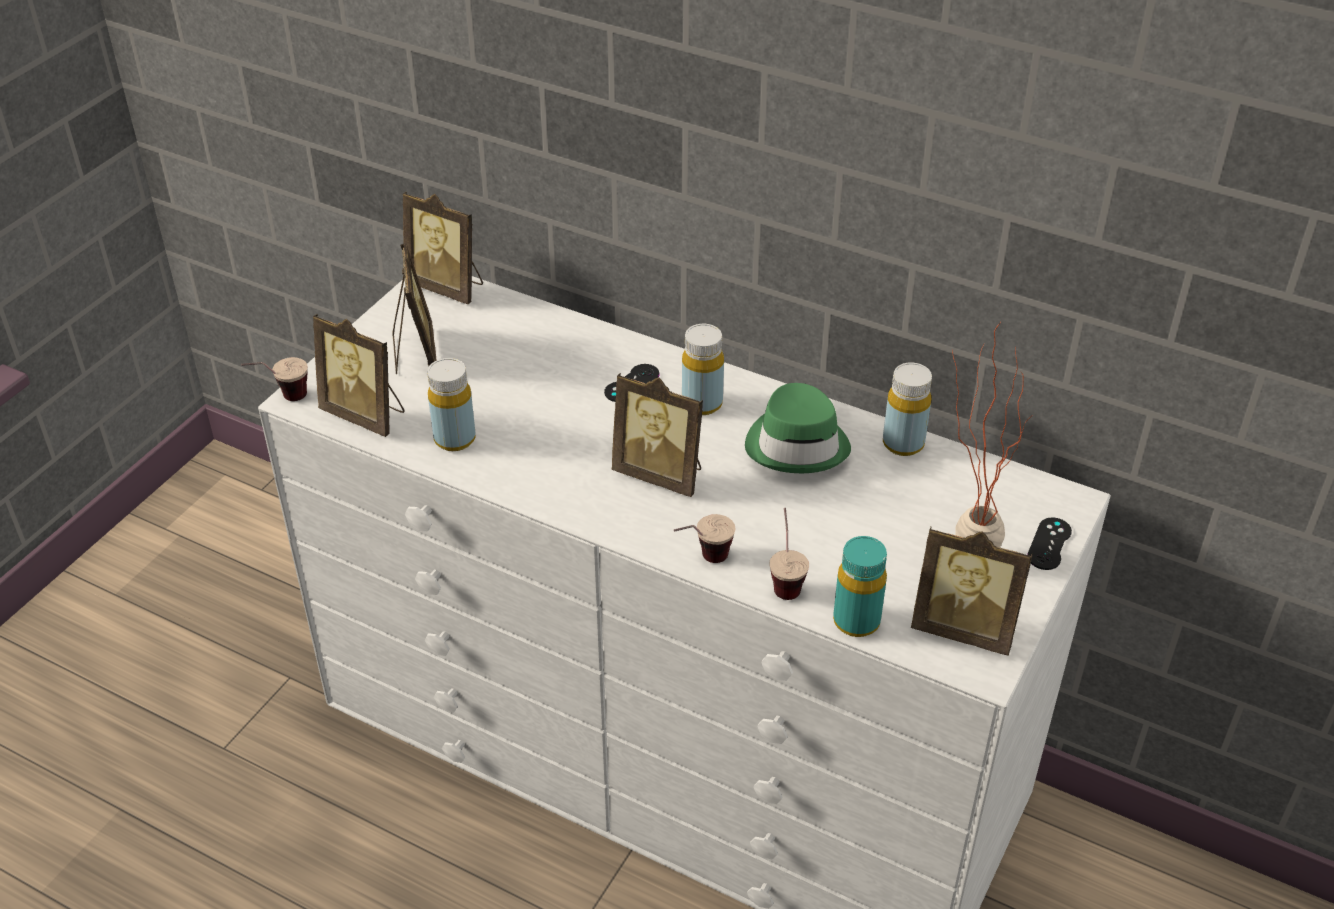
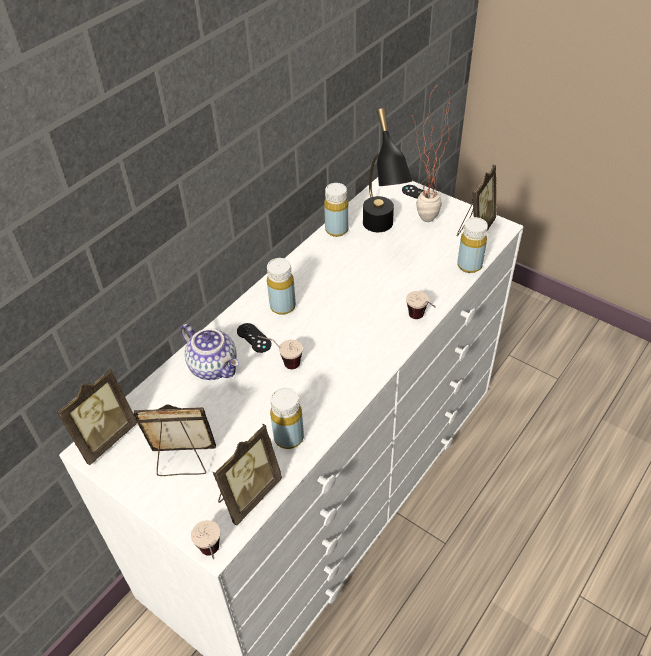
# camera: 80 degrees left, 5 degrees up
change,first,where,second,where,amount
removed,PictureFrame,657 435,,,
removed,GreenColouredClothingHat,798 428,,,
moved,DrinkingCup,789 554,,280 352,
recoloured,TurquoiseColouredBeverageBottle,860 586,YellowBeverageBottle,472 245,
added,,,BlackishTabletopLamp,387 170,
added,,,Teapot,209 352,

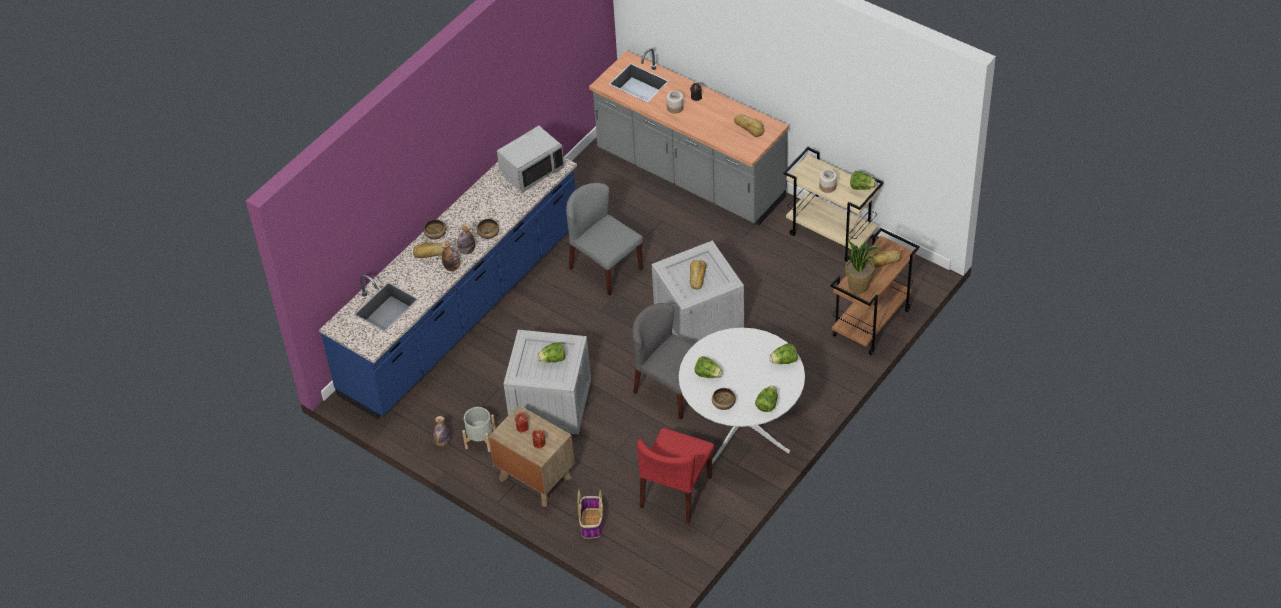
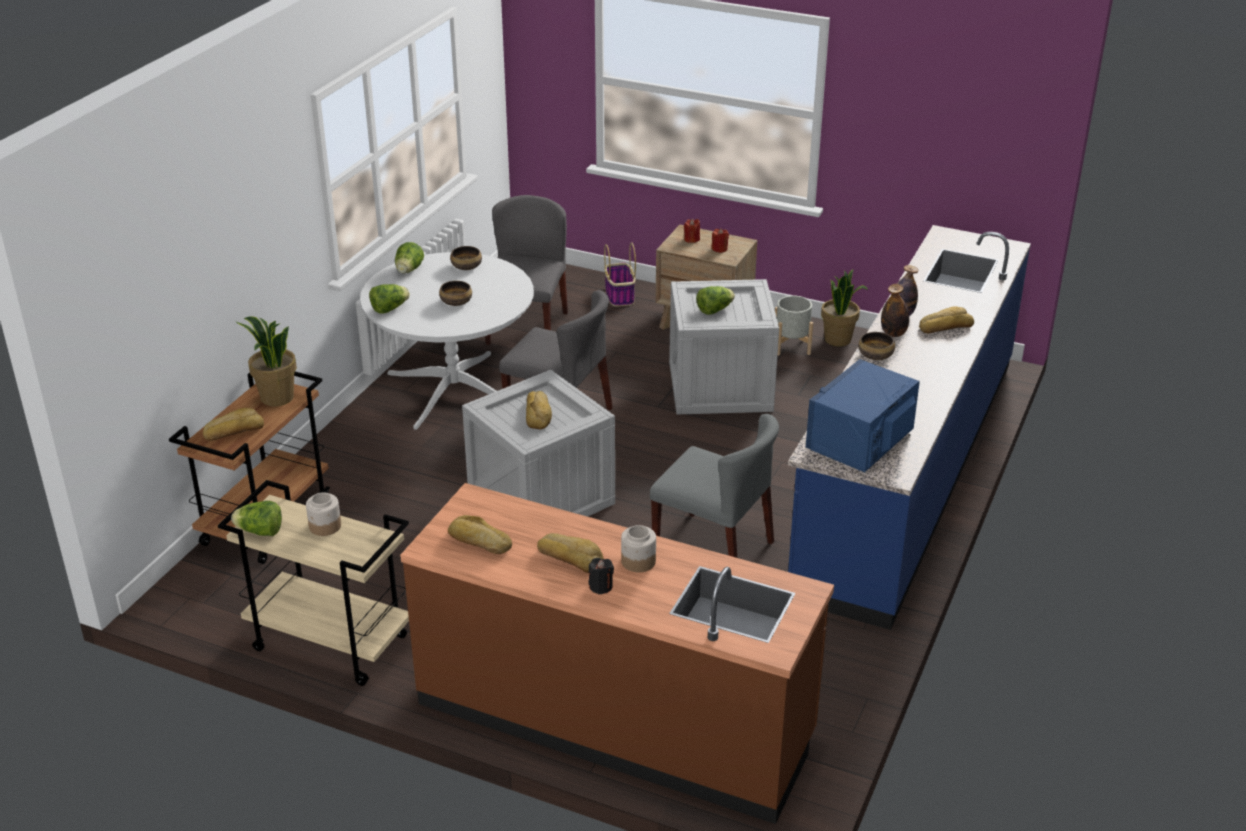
# camera: 165 degrees right, 15 degrees down
change,first,where,second,where,amount
recoloured,GreyKitchenCounter,689 136,BrownishKitchenCounter,617 653,
recoloured,GreyMicrowaveOven,530 159,BluishMicrowaveOven,862 415,
moved,Bowl,435 229,,455 293,
removed,LettuceHead,709 367,,,
replaced,BeverageBottle,441 431,PlantInAPot,844 307,
recoloured,RedPlainChair,675 476,GreyPlainChair,526 270,
added,,,BakedBread,570 553,

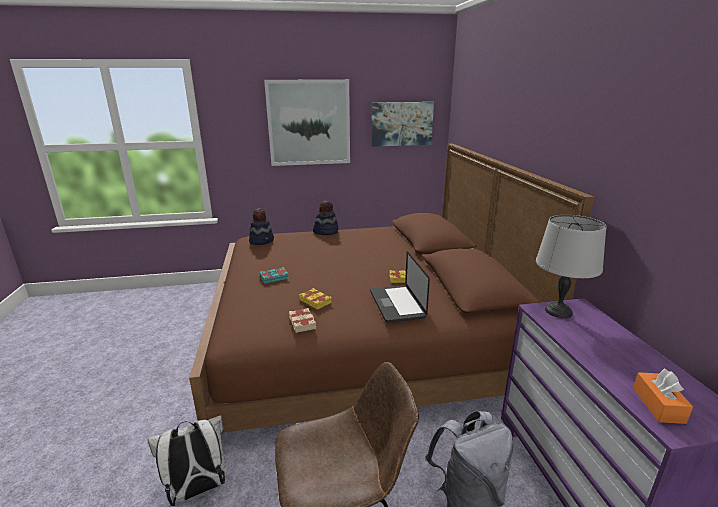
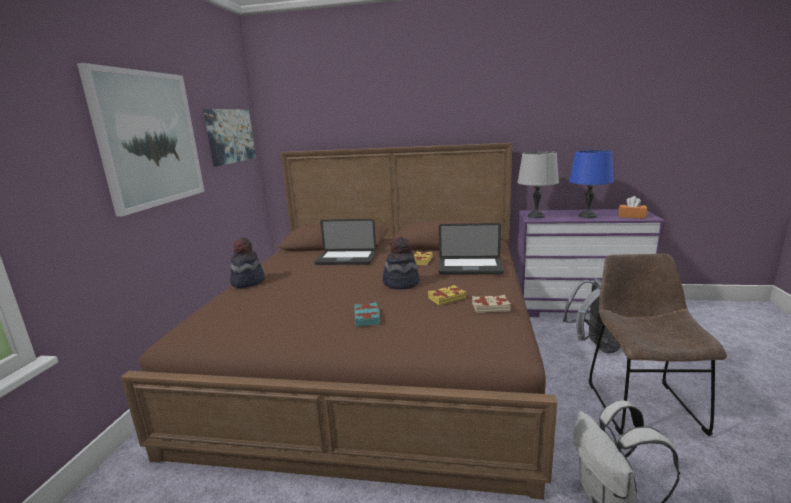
# camera: 70 degrees left, 5 degrees down
change,first,where,second,where,amount
moved,ClothingHat,261 226,,401 263,
added,,,BluishTabletopLamp,591 184,
added,,,NotebookComputer,345 242,

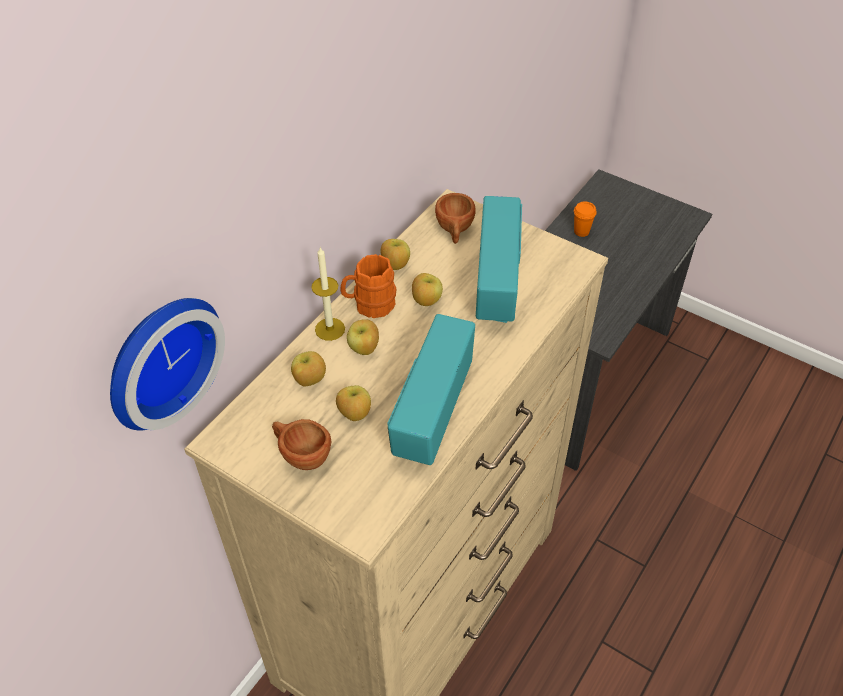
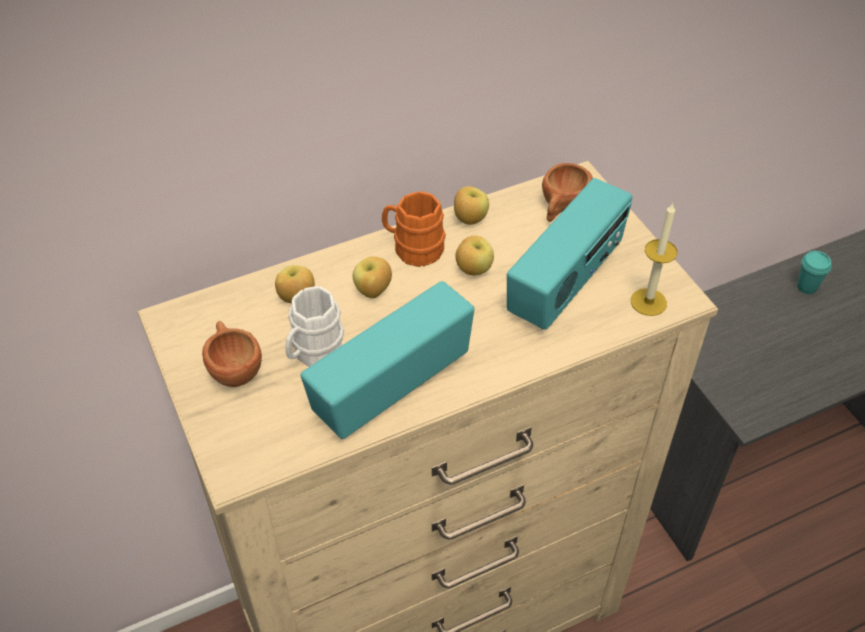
# camera: 30 degrees right, 0 degrees up
change,first,where,second,where,amount
recoloured,OrangeDrinkingCup,585 219,TurquoiseColouredDrinkingCup,814 272,
moved,Candle,328 294,,654 259,
removed,ClockOnTheWall,167 364,,,
replaced,Apple,353 403,WhiteColouredCoffeeMug,315 326,

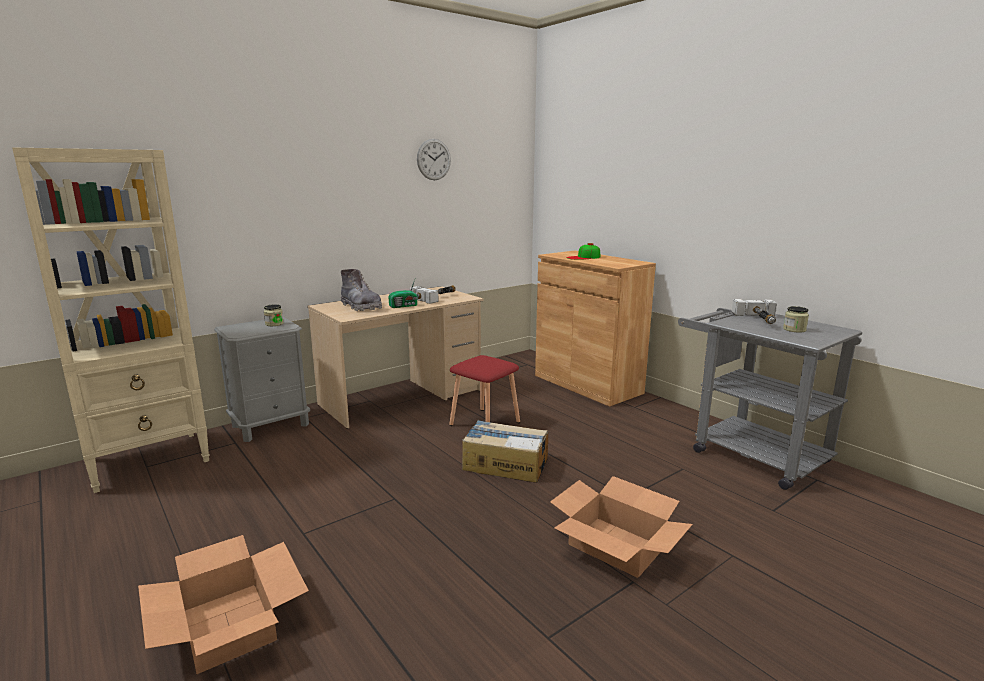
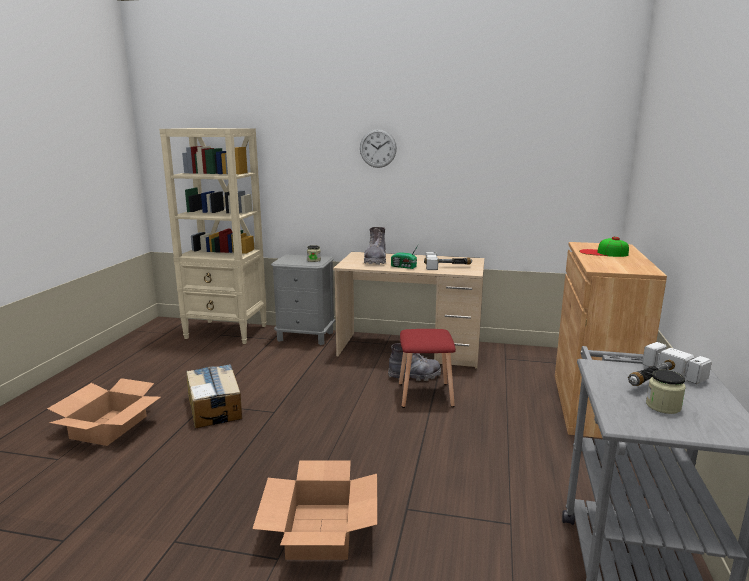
# camera: 50 degrees right, 0 degrees up
change,first,where,second,where,amount
moved,ClockOnTheWall,434 159,,378 148,
moved,CardboardBox,505 451,,214 396,
added,,,GreyBoot,414 362,

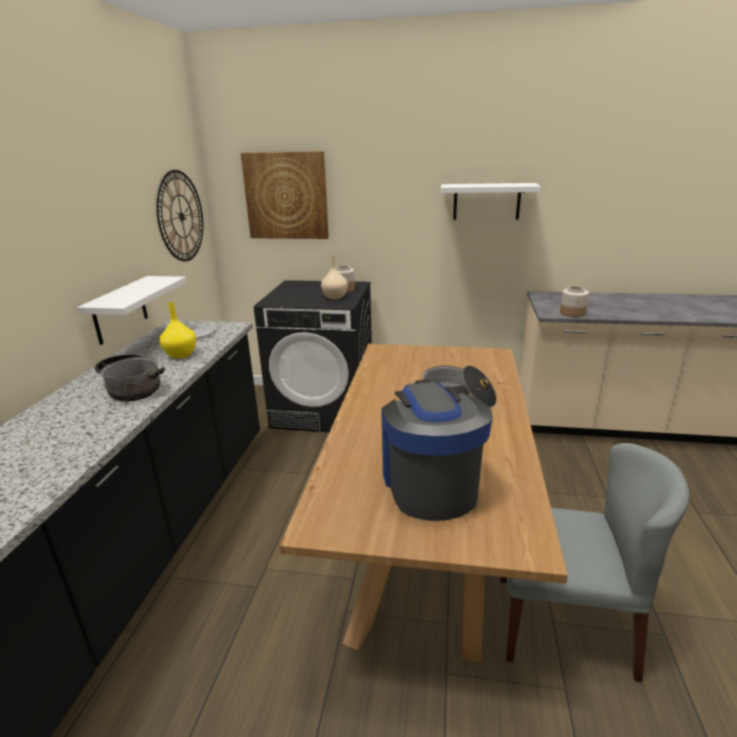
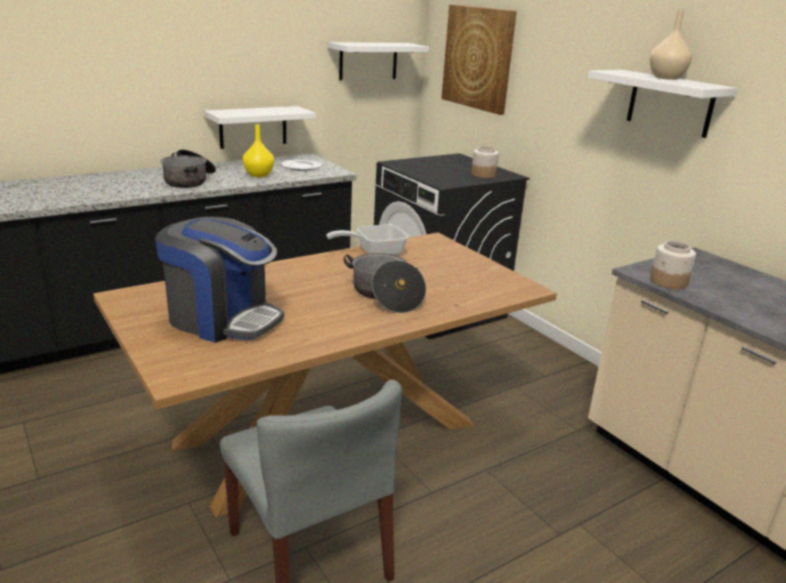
# camera: 45 degrees right, 0 degrees up
change,first,where,second,where,amount
replaced,ClockOnTheWall,179 215,WhiteColouredShelf,378 61,
moved,BeigeColouredDecorativeVase,334 277,,670 45,
turned,CoffeeMaker,437 450,,219 280,75 degrees clockwise
added,,,Pan,367 239,

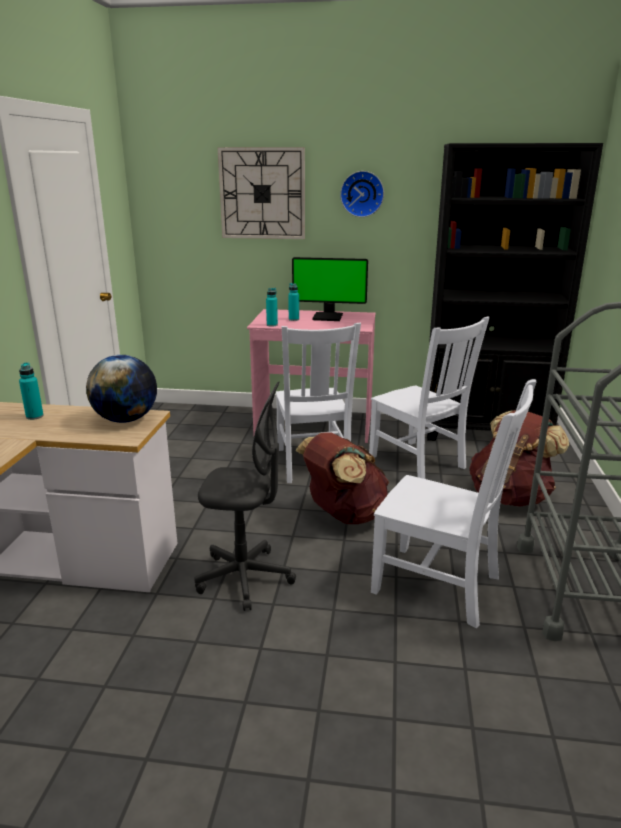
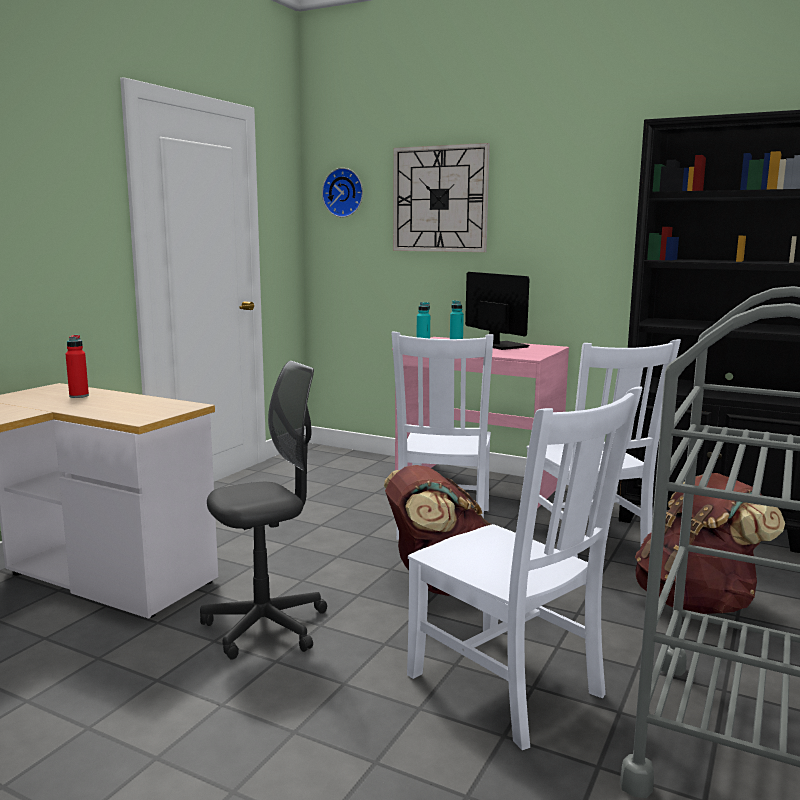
# camera: 20 degrees right, 10 degrees down
change,first,where,second,where,amount
moved,ClockOnTheWall,362 194,,342 192,
turned,ComputerDisplay,330 289,,497 311,150 degrees counterclockwise
removed,Globe,121 389,,,
recoloured,TurquoiseColouredBeverageBottle,31 391,RedBeverageBottle,77 366,
turned,GreyOfficeChair,245 496,,263 510,60 degrees counterclockwise

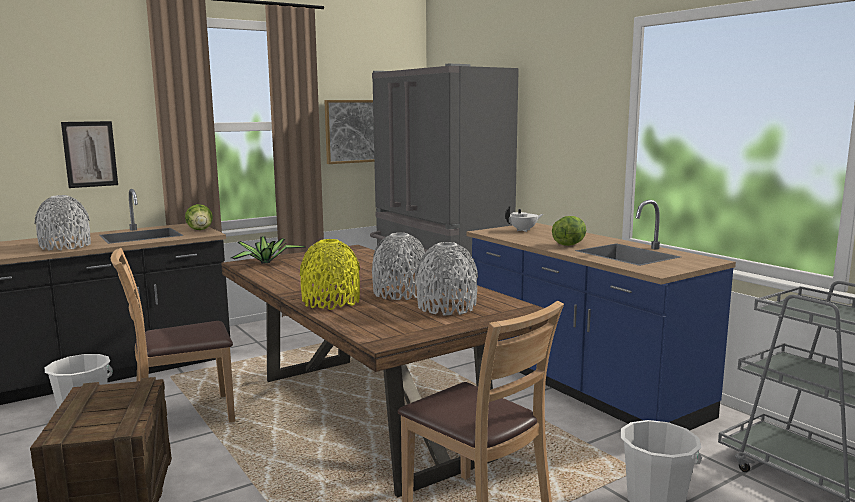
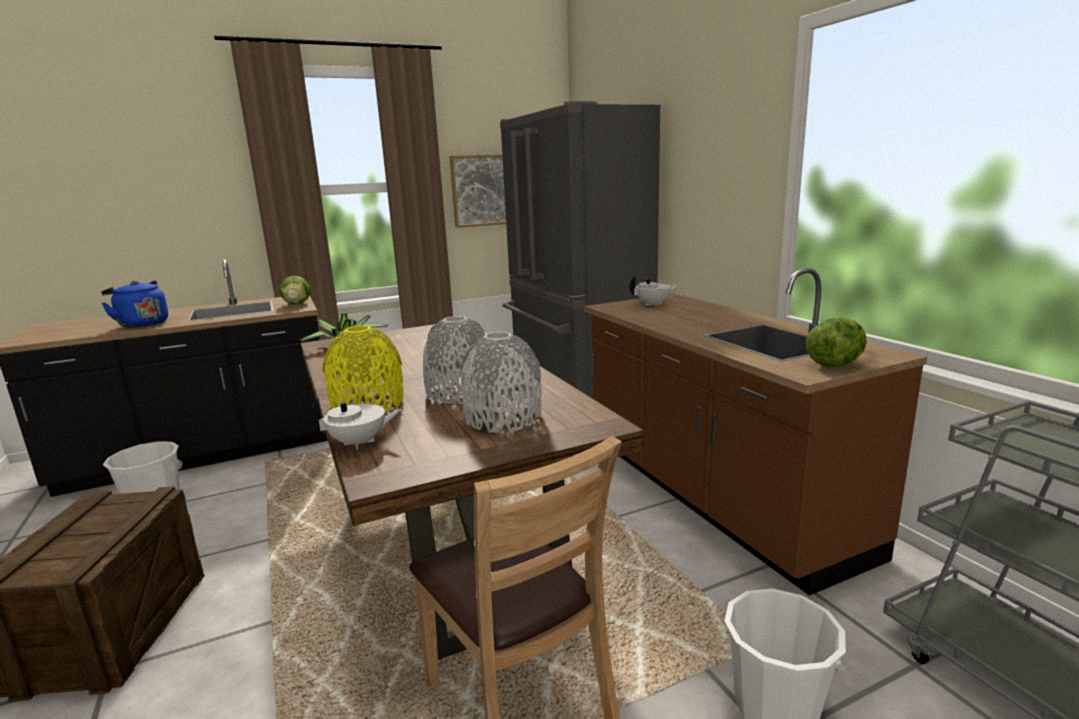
# camera: 10 degrees right, 5 degrees up
change,first,where,second,where,amount
removed,Picture,89 154,,,
replaced,GreyDecorativeVase,63 223,BluishWaterKettle,134 304,
recoloured,BluishKitchenCounter,601 315,BrownishKitchenCounter,755 432,
moved,LettuceHead,569 231,,836 342,
removed,BrownishPlainChair,173 335,,,
added,,,WhiteColouredTeapot,356 424,

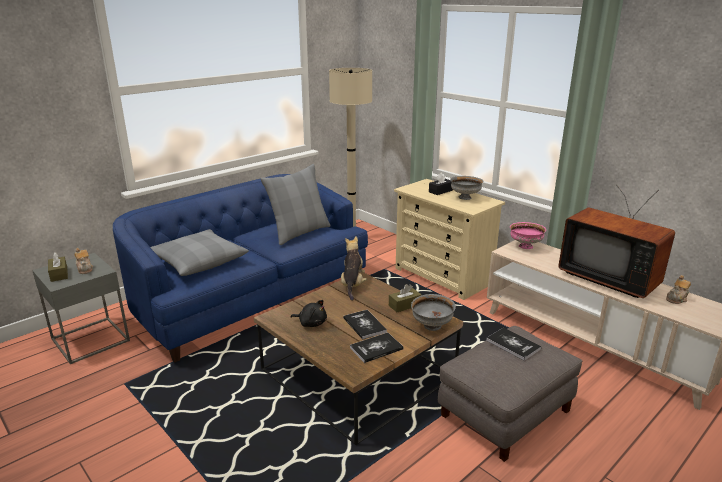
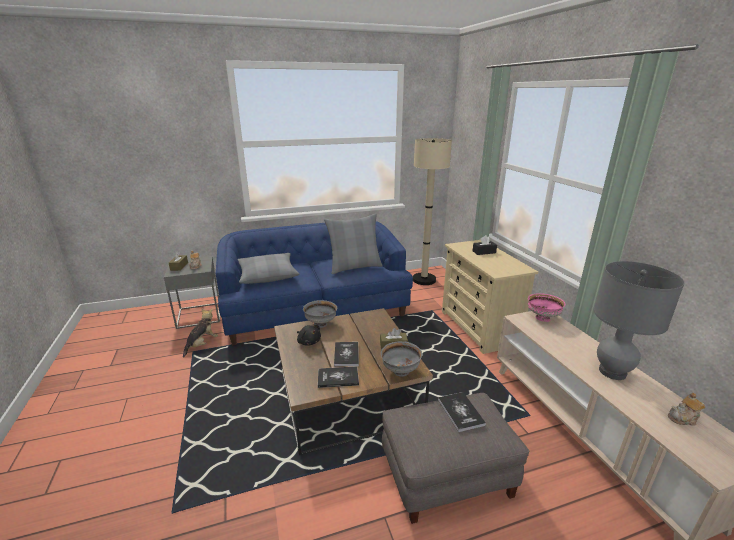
# camera: 25 degrees right, 0 degrees up
change,first,where,second,where,amount
moved,GreyBowl,467 188,,320 314,
replaced,Television,616 241,GreyTabletopLamp,639 320,
moved,SoftToy,354 269,,200 333,

